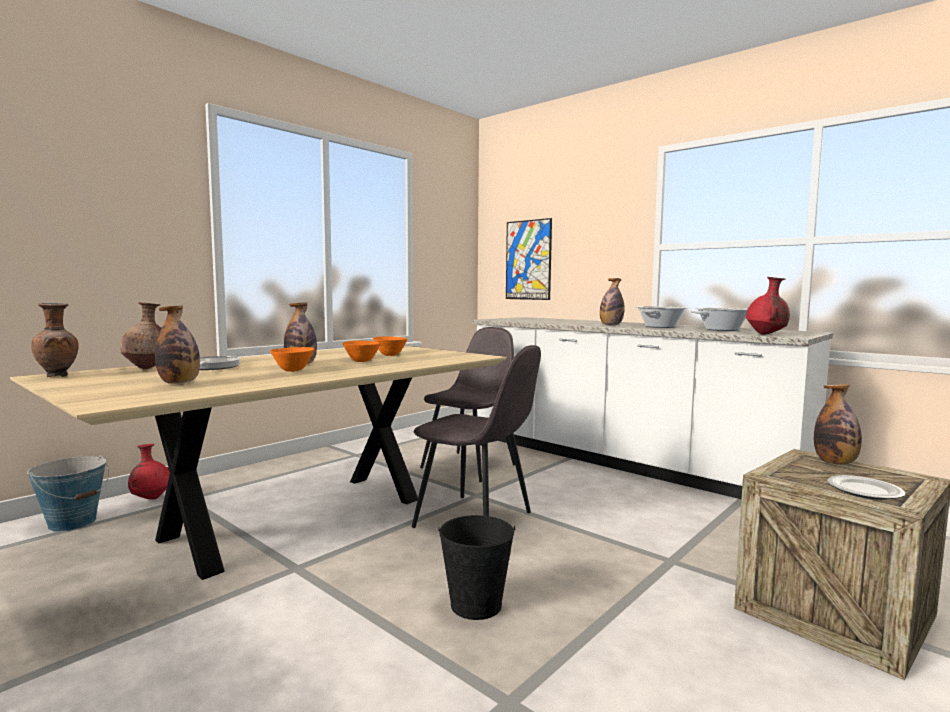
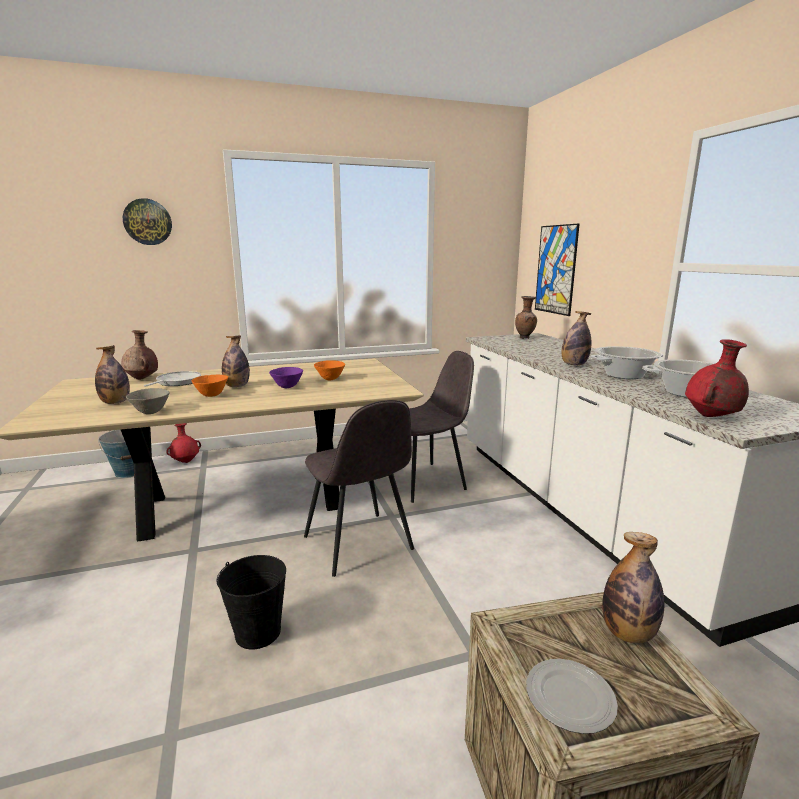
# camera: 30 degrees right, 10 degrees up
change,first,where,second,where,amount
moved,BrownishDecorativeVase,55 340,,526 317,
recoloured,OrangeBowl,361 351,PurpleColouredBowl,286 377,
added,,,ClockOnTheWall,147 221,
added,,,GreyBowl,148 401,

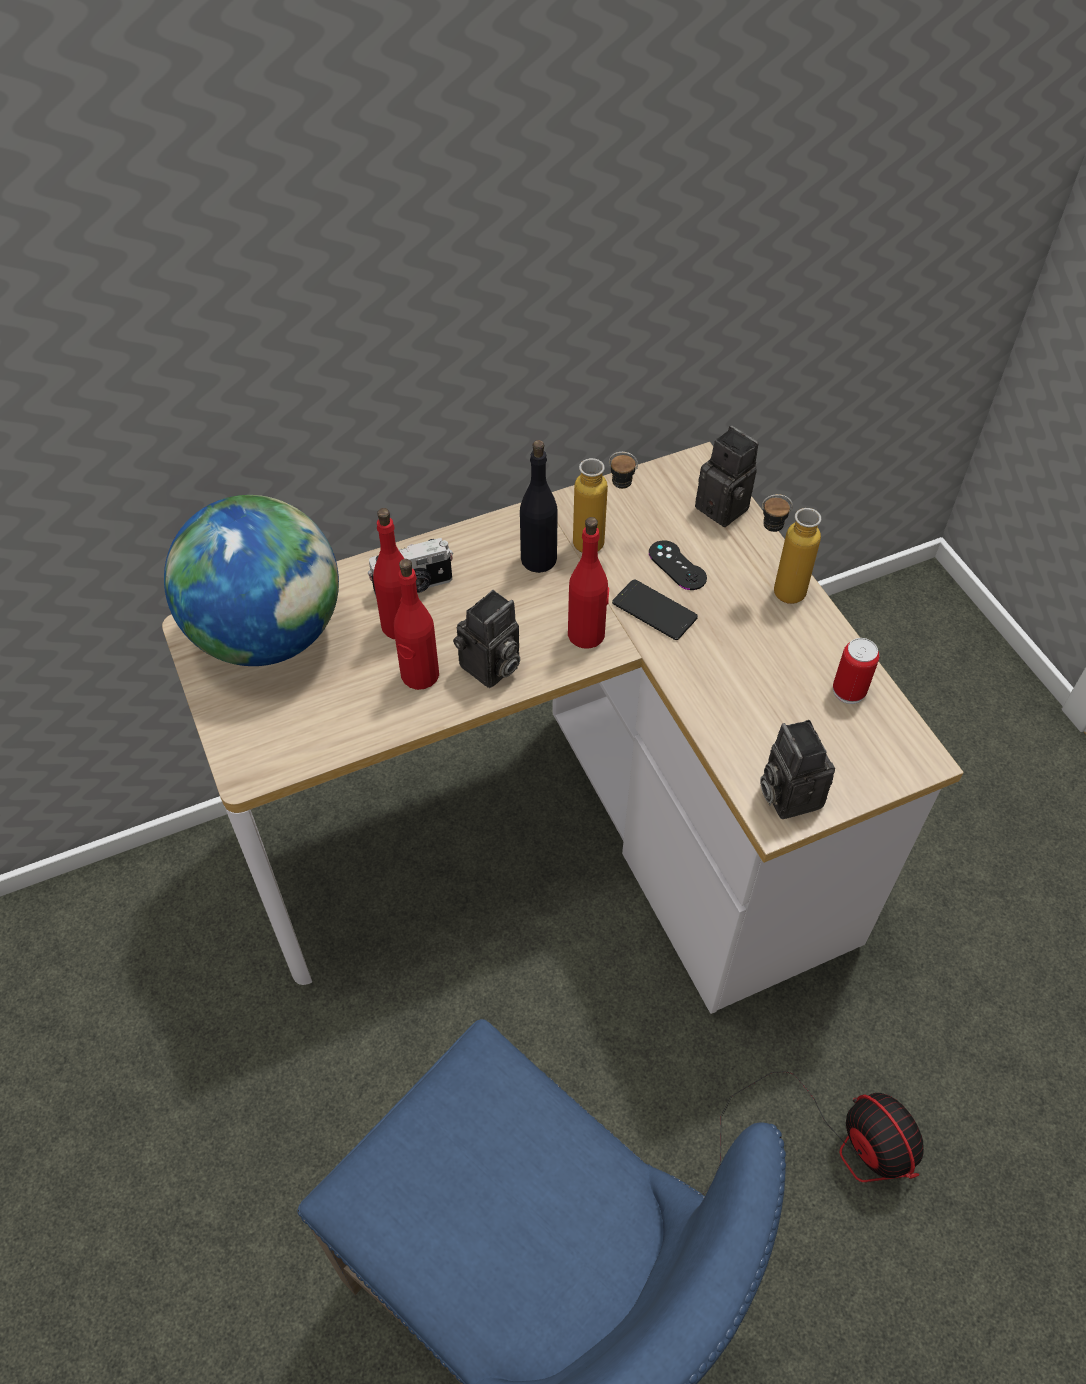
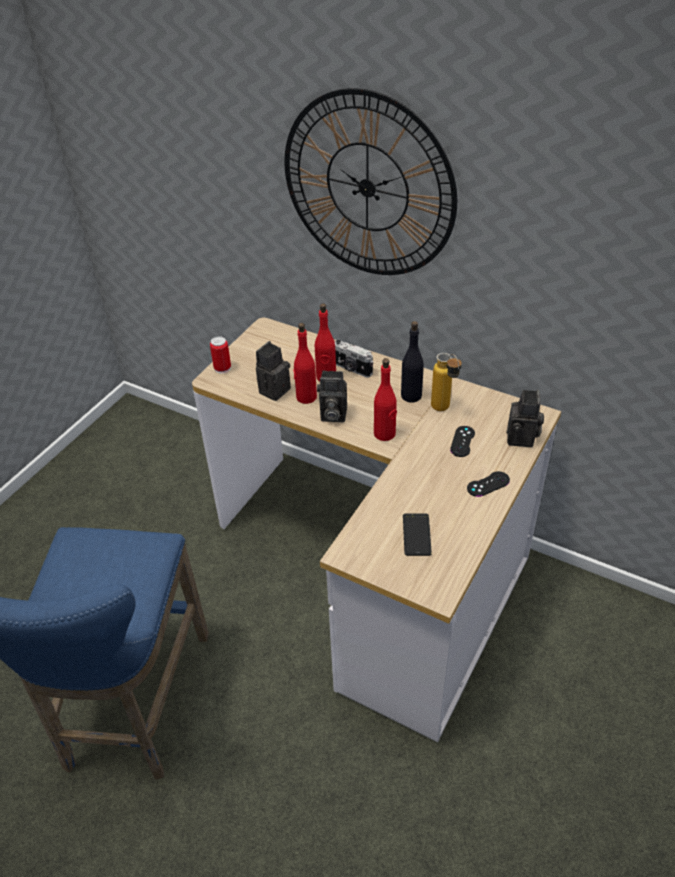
# camera: 55 degrees right, 10 degrees down
change,first,where,second,where,amount
replaced,BeverageBottle,791 549,BlackishGamepad,488 484,
removed,Globe,251 580,,,
moved,Telephone,655 610,,417 534,
moved,MetalCan,856 671,,220 355,
moved,PhotoCamera,797 769,,273 371,
removed,ElectricFan,813 1133,,,
added,,,ClockOnTheWall,370 181,

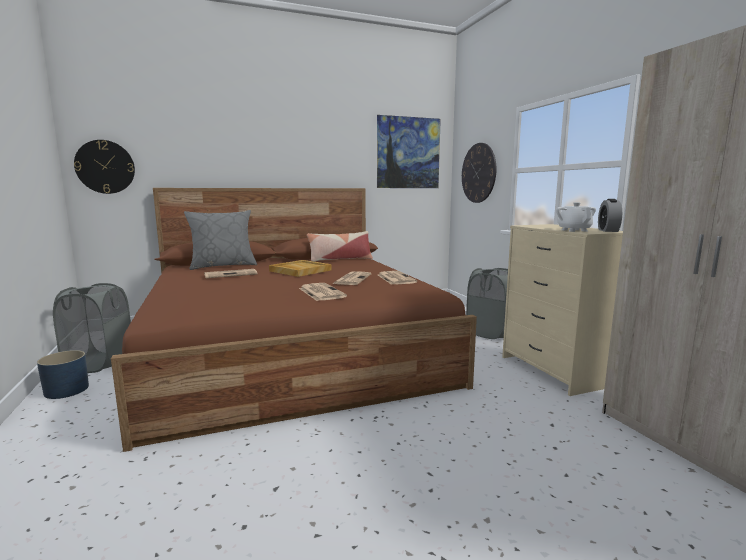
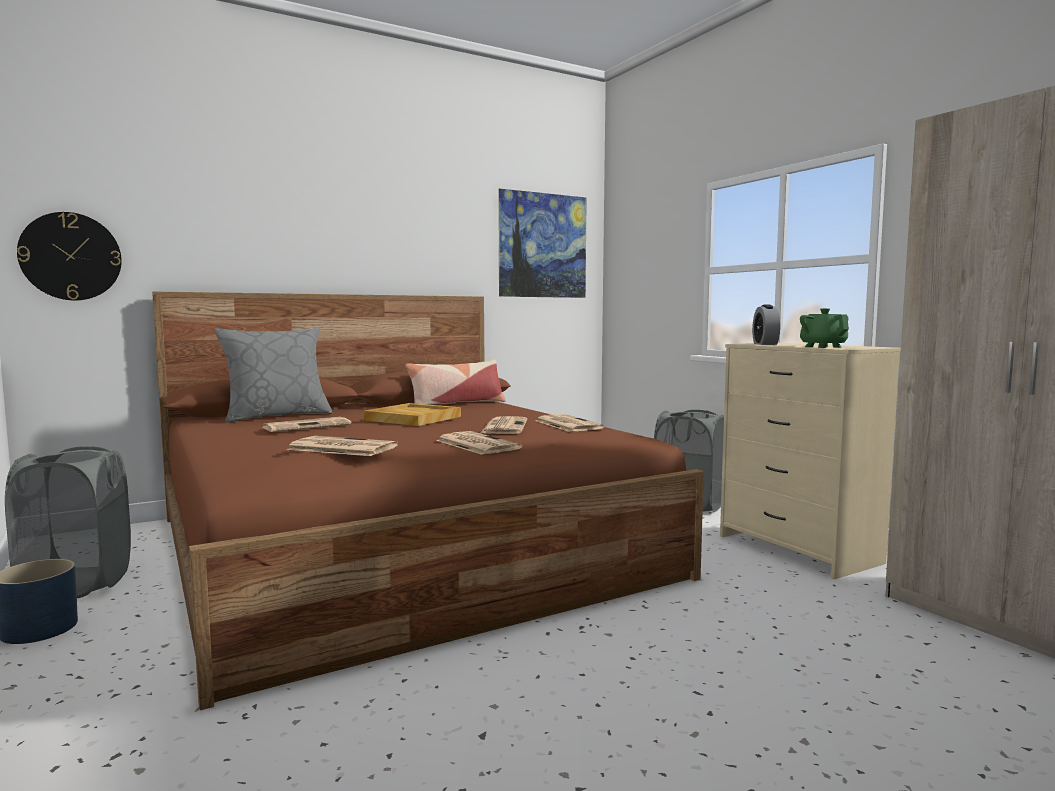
# camera: 10 degrees left, 5 degrees down
change,first,where,second,where,amount
removed,ClockOnTheWall,479 173,,,
moved,AlarmClock,610 215,,766 325,
recoloured,WhiteColouredTeapot,576 217,GreenColouredTeapot,824 328,
added,,,Newspaper,342 446,

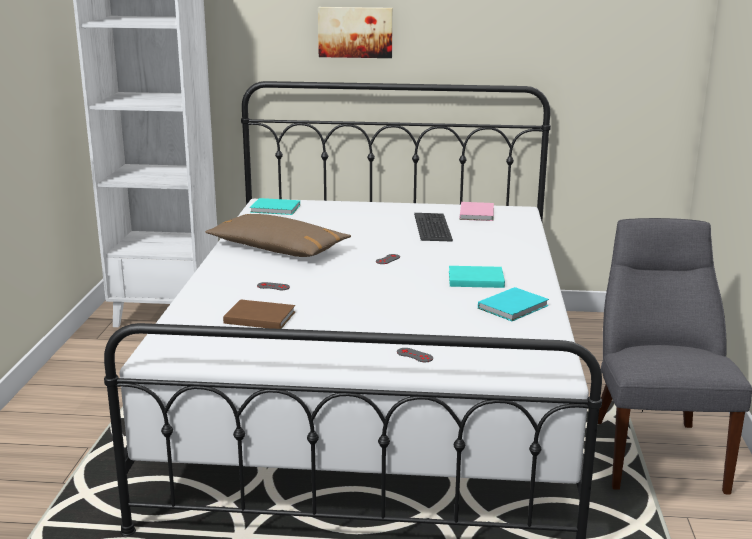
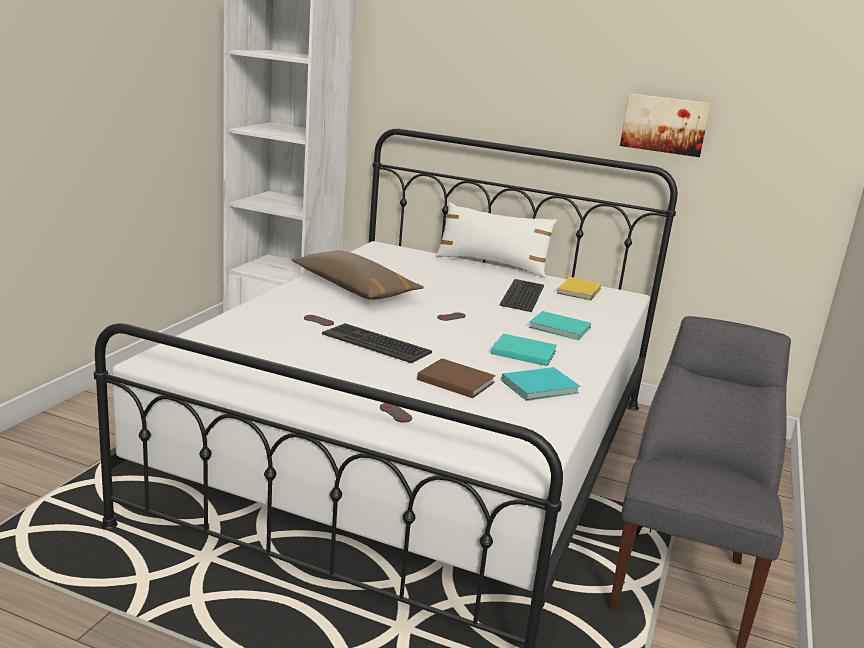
# camera: 15 degrees right, 0 degrees up
change,first,where,second,where,amount
moved,Picture,355 32,,665 125,
moved,TurquoiseColouredBoundBook,275 206,,559 325,
recoloured,PinkColouredBoundBook,477 211,YellowBoundBook,579 289,
moved,BrownishBoundBook,259 314,,456 378,
added,,,WhiteColouredCushion,496 239,
added,,,ComputerKeyboard,377 343,

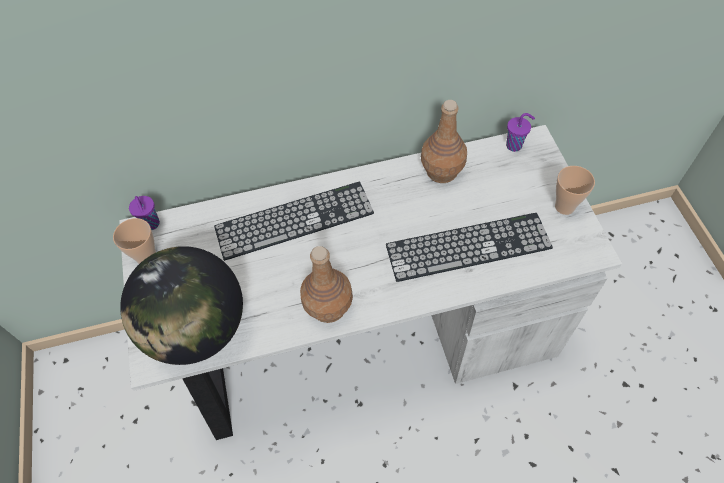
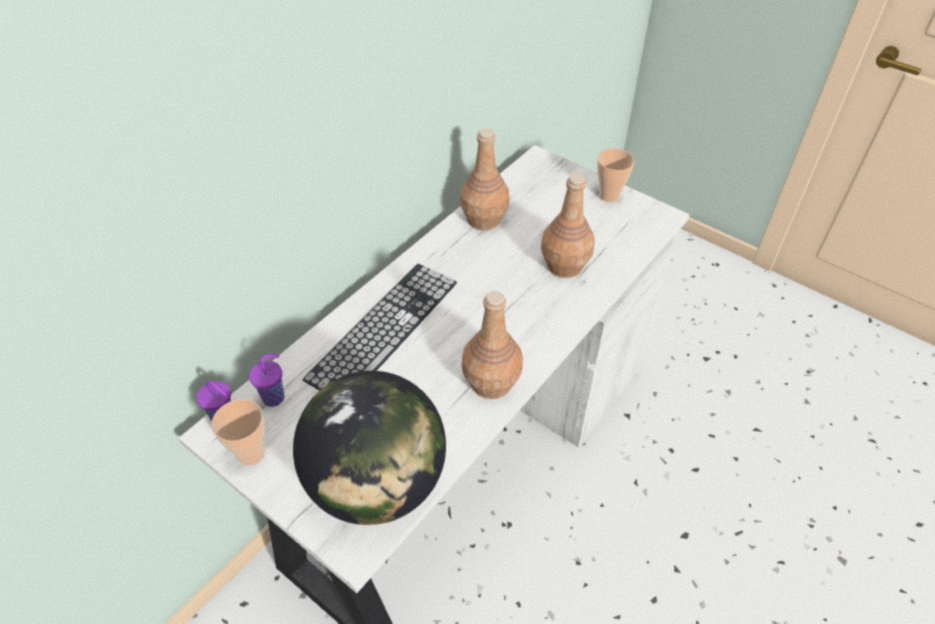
# camera: 40 degrees left, 10 degrees down
change,first,where,second,where,amount
moved,PurpleColouredDrinkingCup,520 132,,266 380,
replaced,ComputerKeyboard,469 247,BrownishBeverageBottle,568 225,

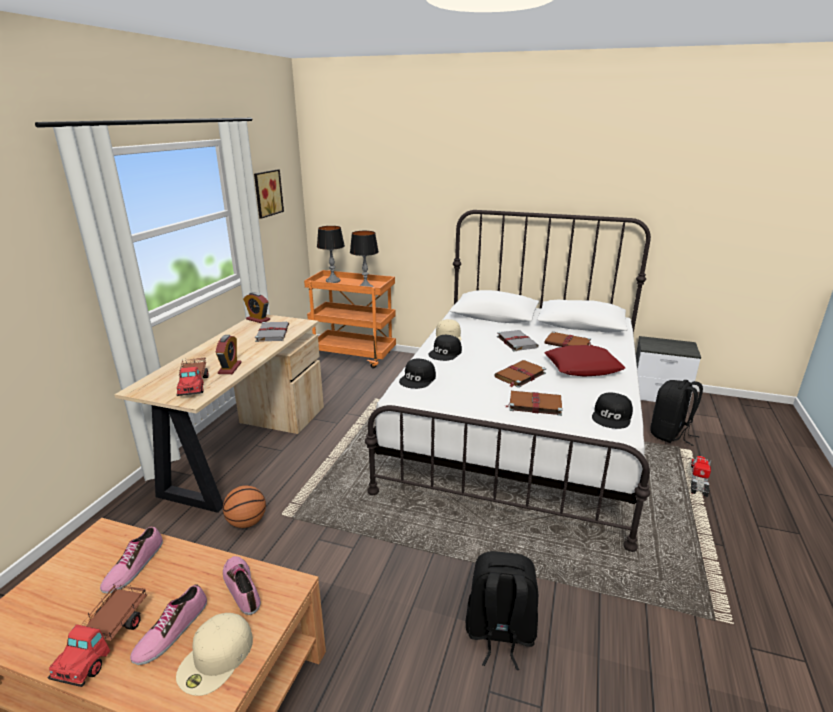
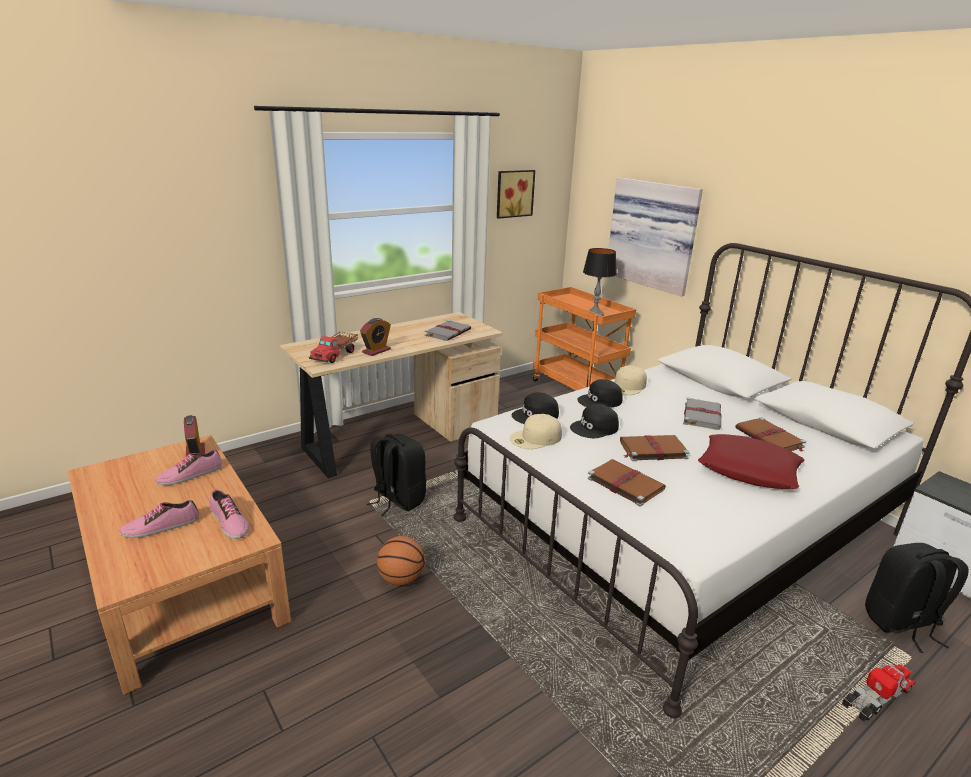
# camera: 35 degrees right, 0 degrees up
change,first,where,second,where,amount
removed,TabletopLamp,331 254,,,
moved,AlarmClock,256 307,,194 436,
moved,BlackishBaseballCap,612 410,,594 421,
moved,BallForBasketball,244 506,,401 560,
moved,BlackishRucksack,502 610,,396 475,
turned,Shoe,242 585,,229 514,135 degrees clockwise
removed,ModelTruck,97 635,,,
moved,BeigeColouredBaseballCap,214 654,,536 431,
added,,,Picture,656 236,

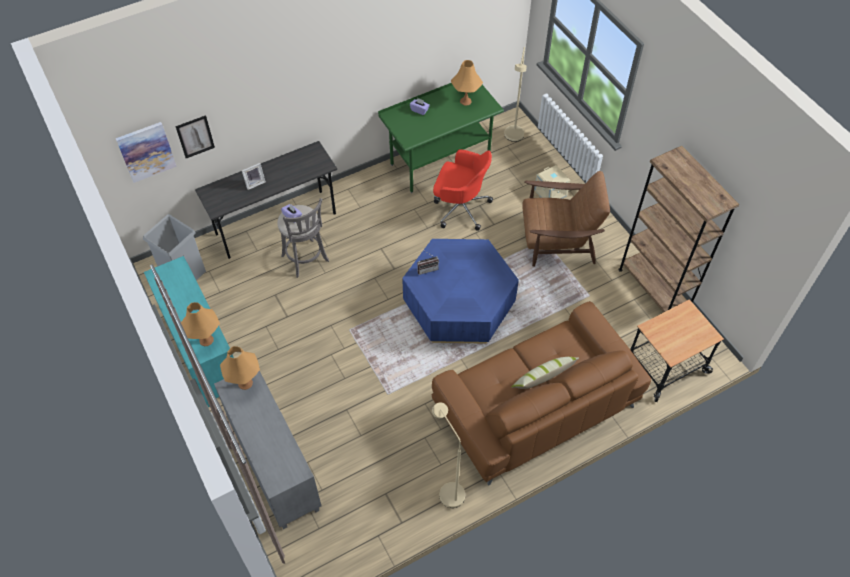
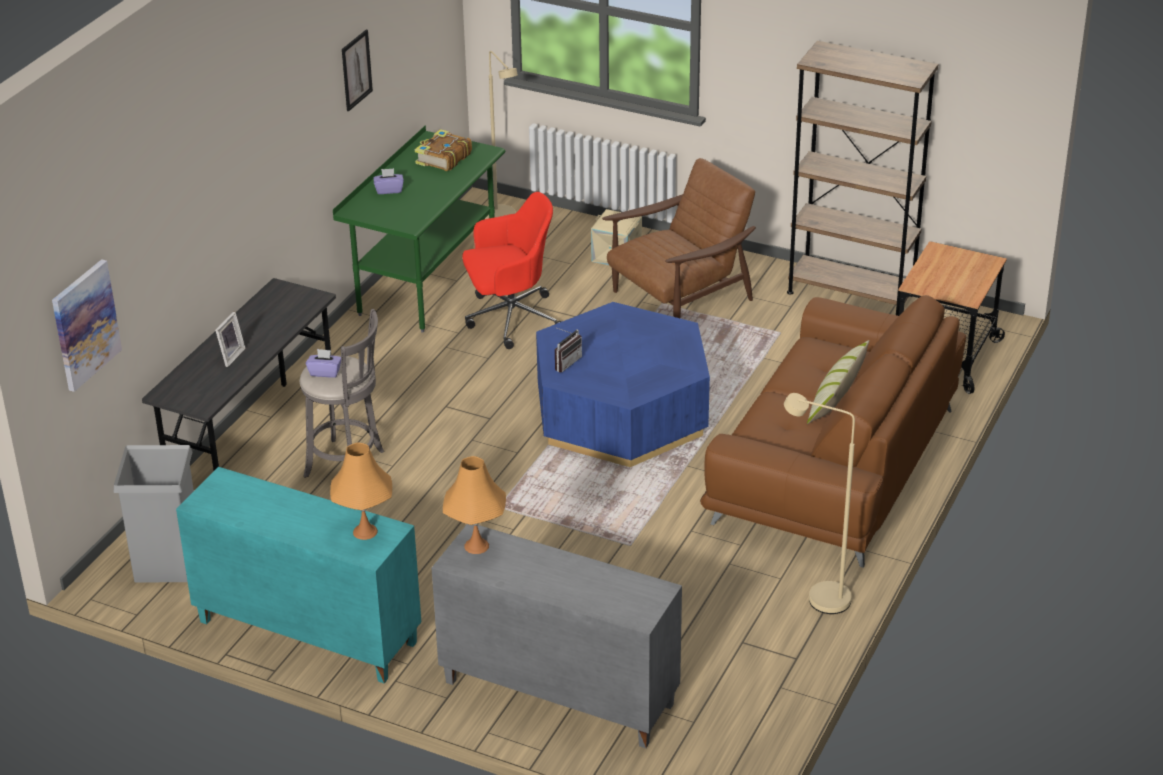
# camera: 35 degrees left, 20 degrees down
change,first,where,second,where,amount
replaced,OrangeTabletopLamp,467 83,BoundBook,443 150,
moved,Picture,195 136,,357 70,

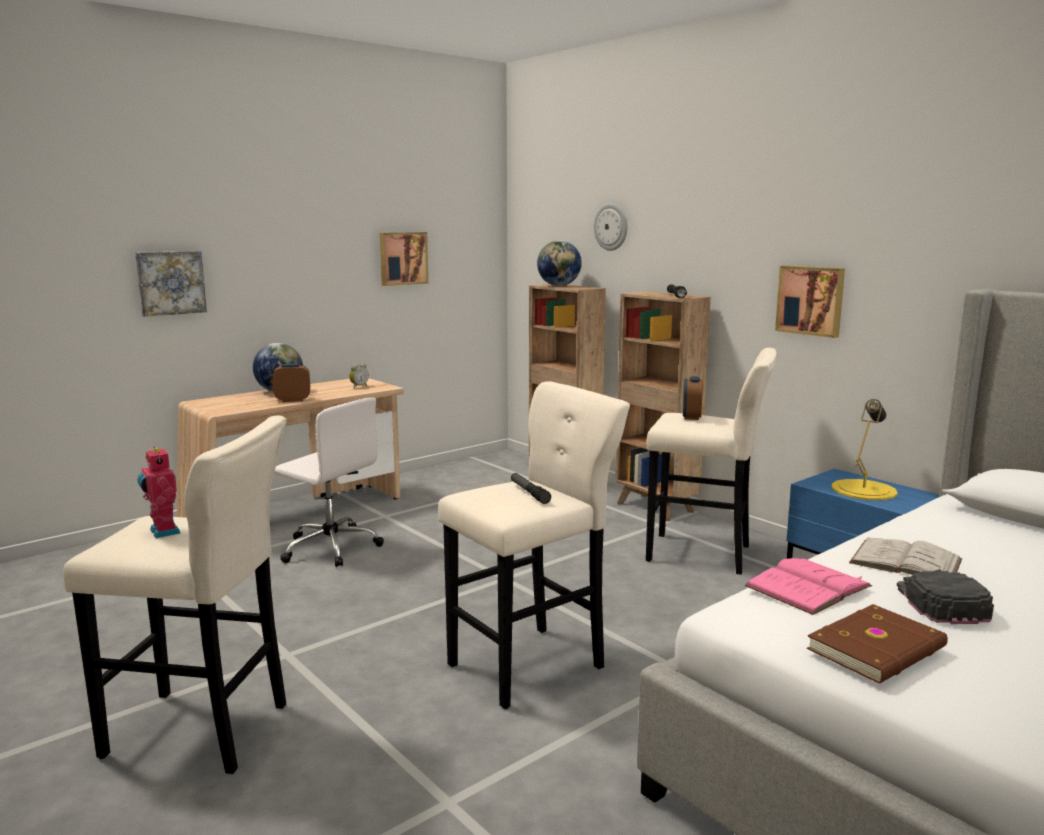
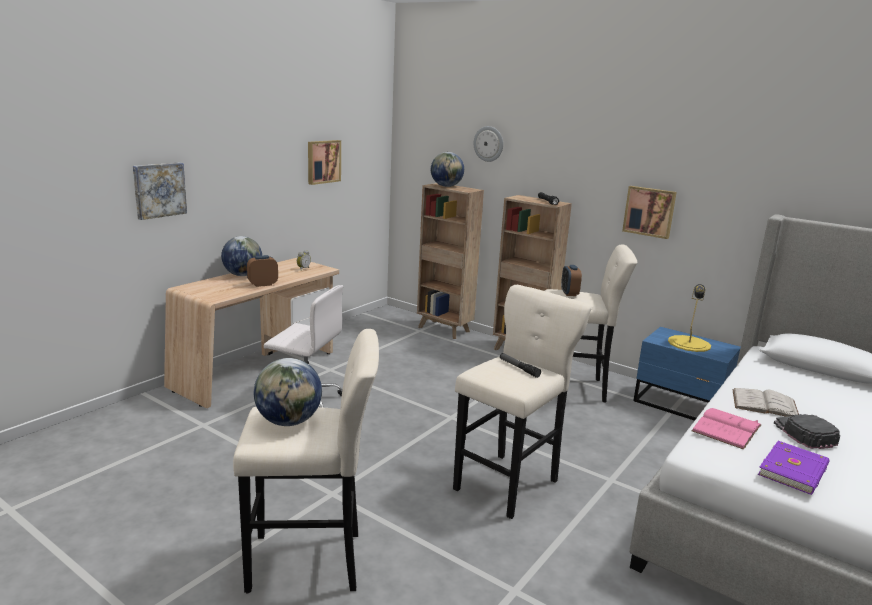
# camera: 15 degrees left, 5 degrees up
change,first,where,second,where,amount
replaced,ModelRobot,158 492,Globe,288 392,
recoloured,BrownishBoundBook,877 643,PurpleColouredBoundBook,793 468,

